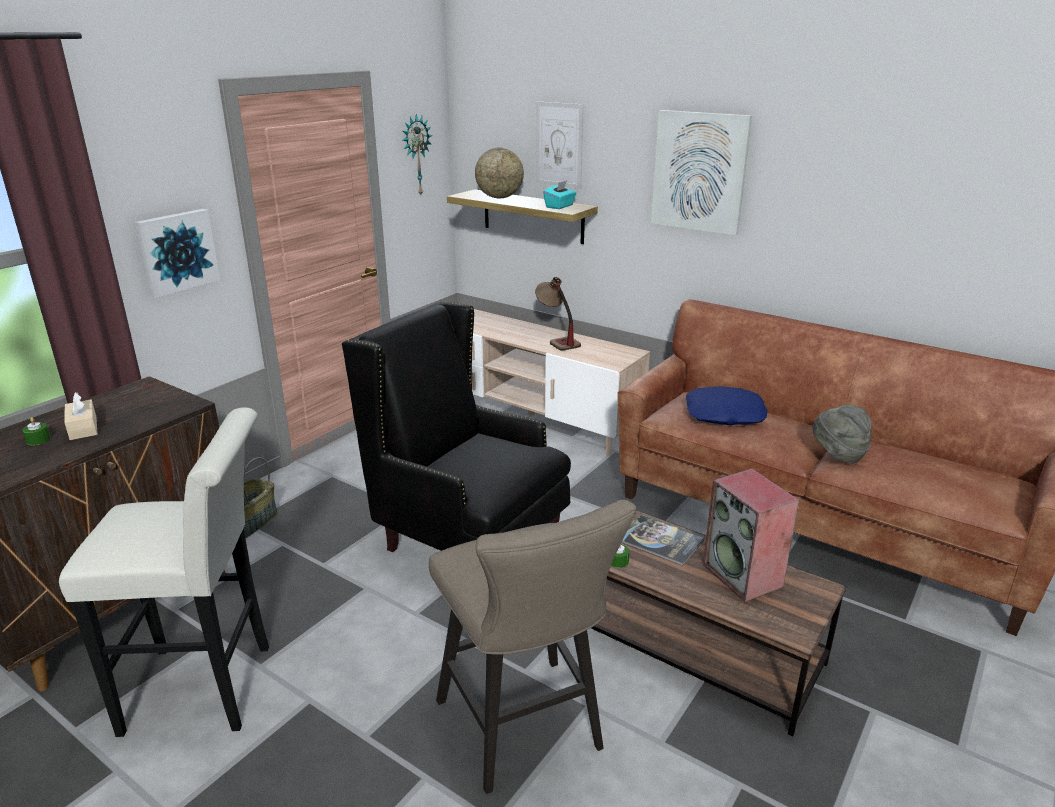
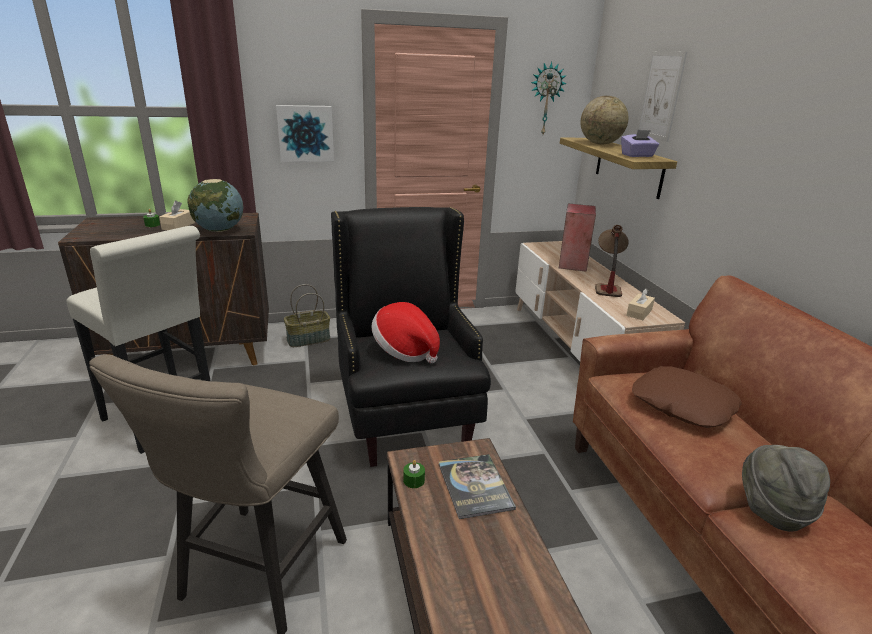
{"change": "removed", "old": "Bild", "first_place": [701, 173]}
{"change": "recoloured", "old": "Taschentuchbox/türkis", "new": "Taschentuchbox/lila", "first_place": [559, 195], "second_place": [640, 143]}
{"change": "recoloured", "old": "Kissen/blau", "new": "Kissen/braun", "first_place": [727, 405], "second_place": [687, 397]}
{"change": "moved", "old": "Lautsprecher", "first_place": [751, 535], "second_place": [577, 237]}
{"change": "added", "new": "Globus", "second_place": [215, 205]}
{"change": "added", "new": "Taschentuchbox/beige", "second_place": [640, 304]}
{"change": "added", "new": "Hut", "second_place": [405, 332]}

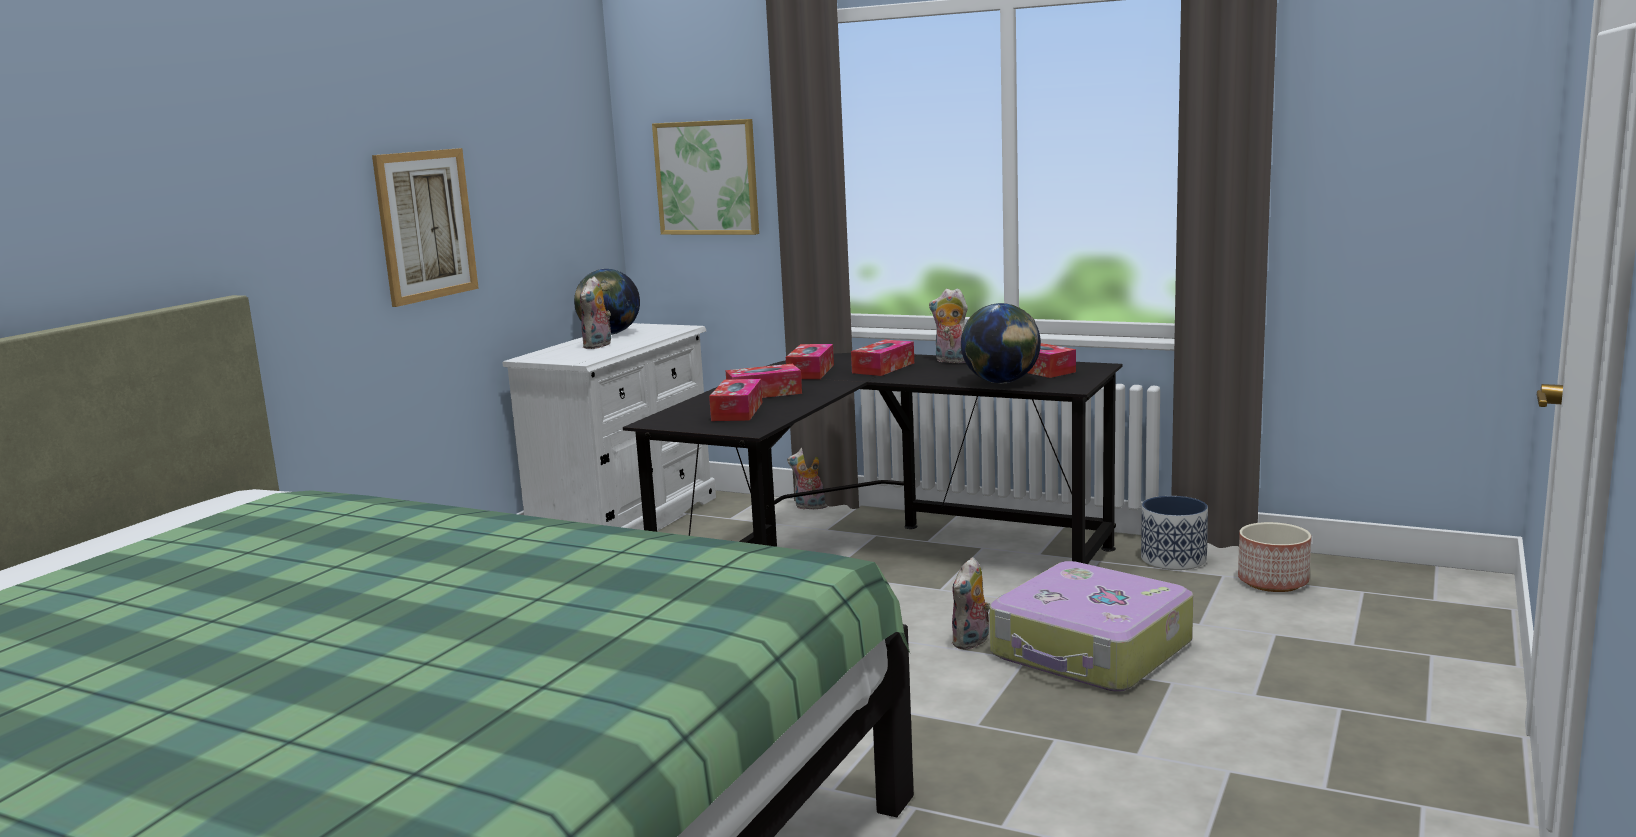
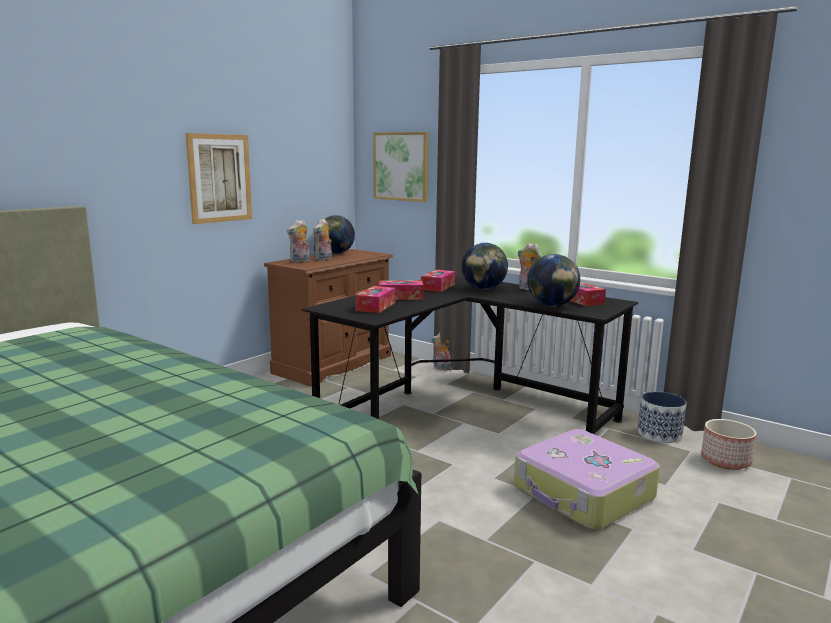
{"change": "recoloured", "old": "Kommode/weiß", "new": "Kommode/braun", "first_place": [609, 426], "second_place": [328, 318]}
{"change": "replaced", "old": "Taschentuchbox", "new": "Globus", "first_place": [882, 358], "second_place": [485, 266]}
{"change": "moved", "old": "Plüschtier", "first_place": [971, 603], "second_place": [298, 241]}

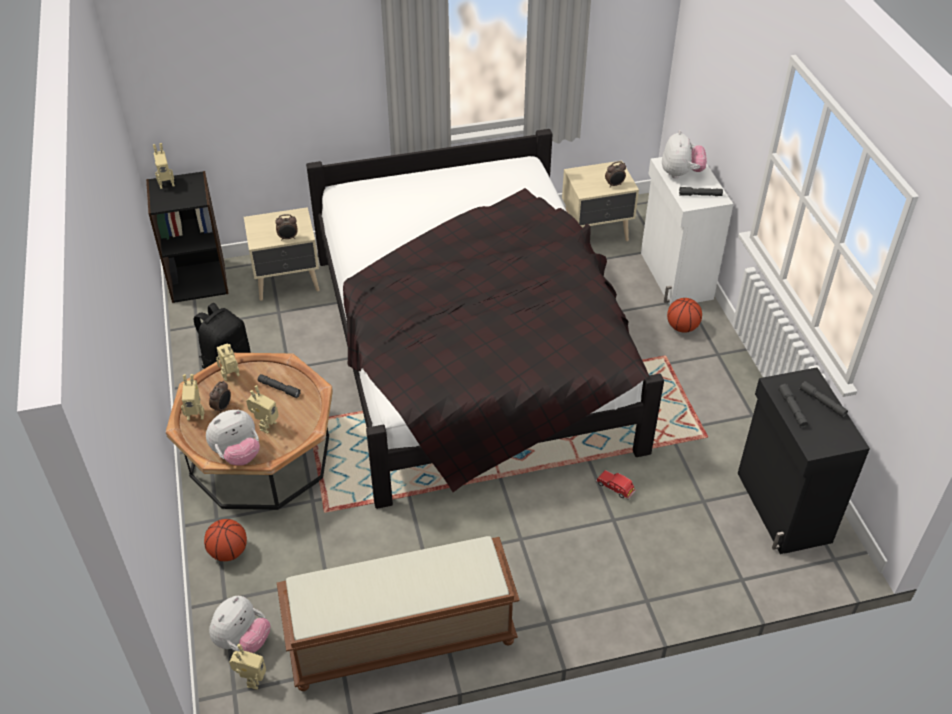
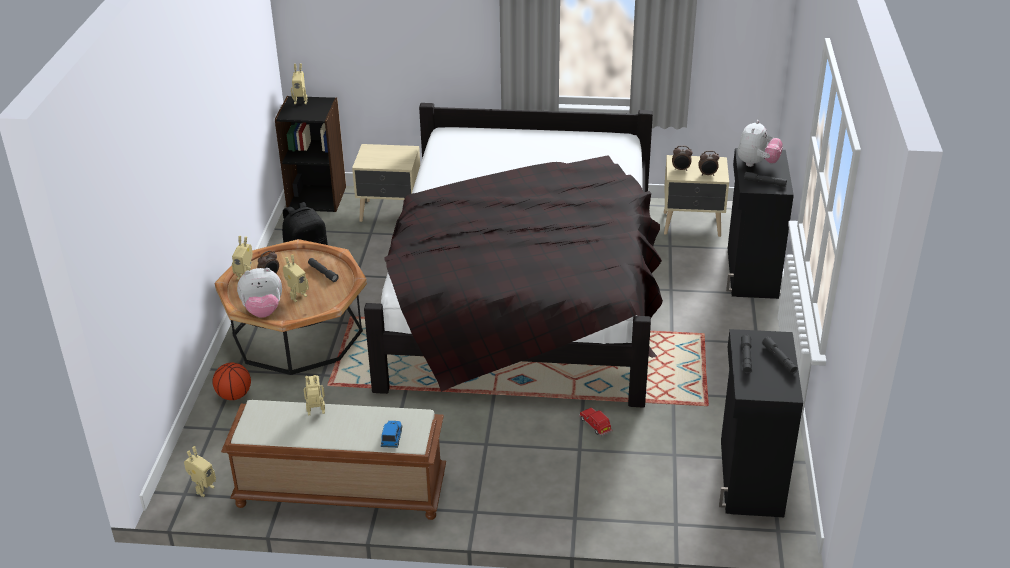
{"change": "recoloured", "old": "Schrank/weiß", "new": "Schrank/schwarz", "first_place": [687, 231], "second_place": [760, 223]}
{"change": "moved", "old": "Wecker", "first_place": [286, 226], "second_place": [682, 158]}
{"change": "removed", "old": "Basketball", "first_place": [684, 315]}
{"change": "moved", "old": "Spielzeugroboter", "first_place": [228, 362], "second_place": [314, 395]}
{"change": "removed", "old": "Plüschtier", "first_place": [239, 624]}
{"change": "added", "new": "Spielzeugauto", "second_place": [392, 434]}

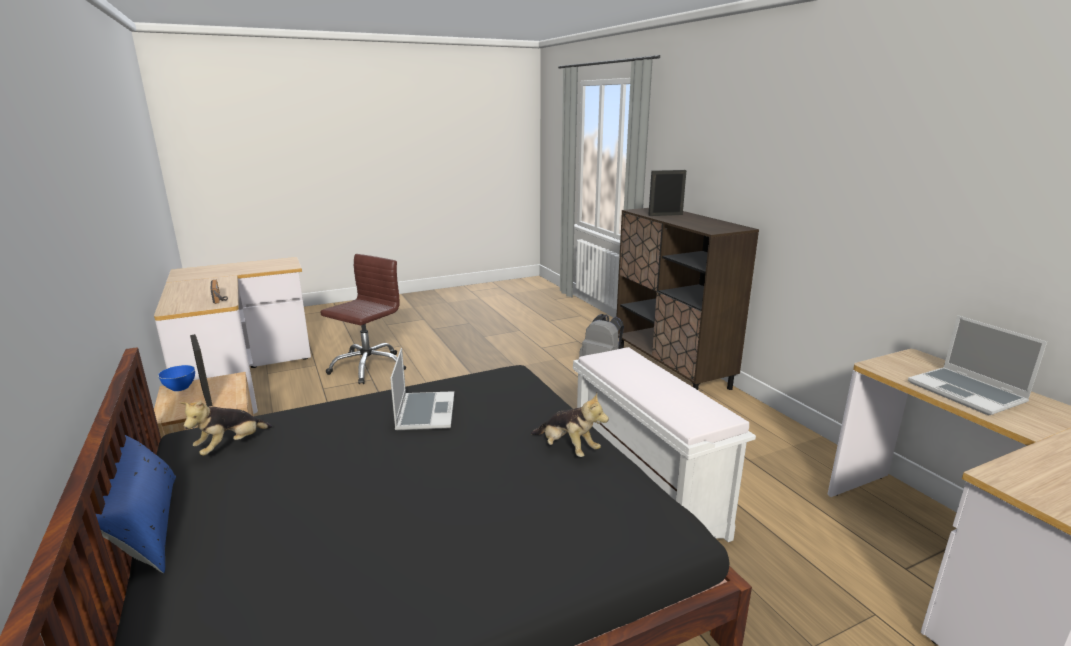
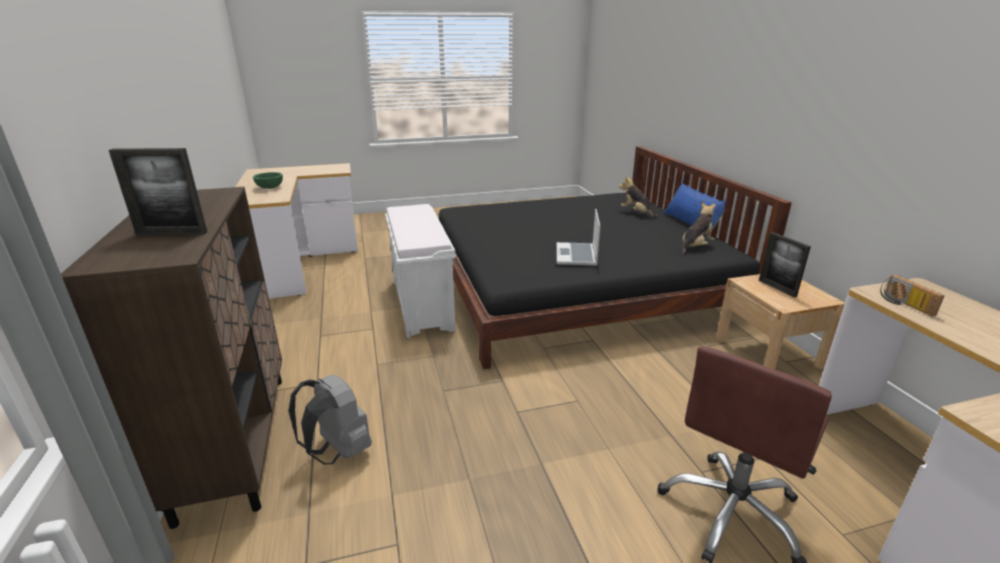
{"change": "replaced", "old": "Laptop", "new": "Schüssel/grün", "first_place": [977, 365], "second_place": [268, 180]}
{"change": "removed", "old": "Schüssel/blau", "first_place": [176, 378]}
{"change": "moved", "old": "Plüschtier", "first_place": [570, 425], "second_place": [639, 197]}

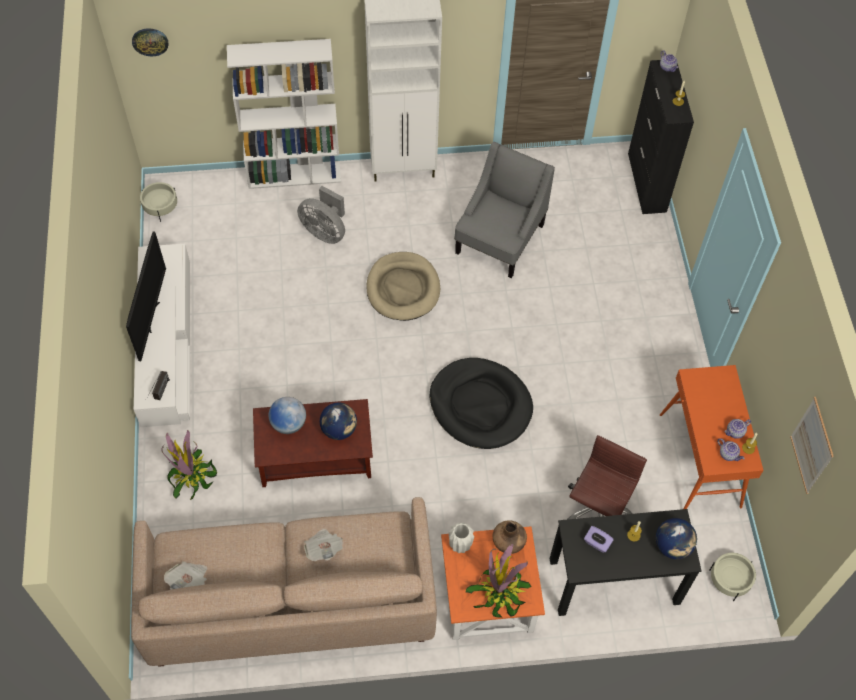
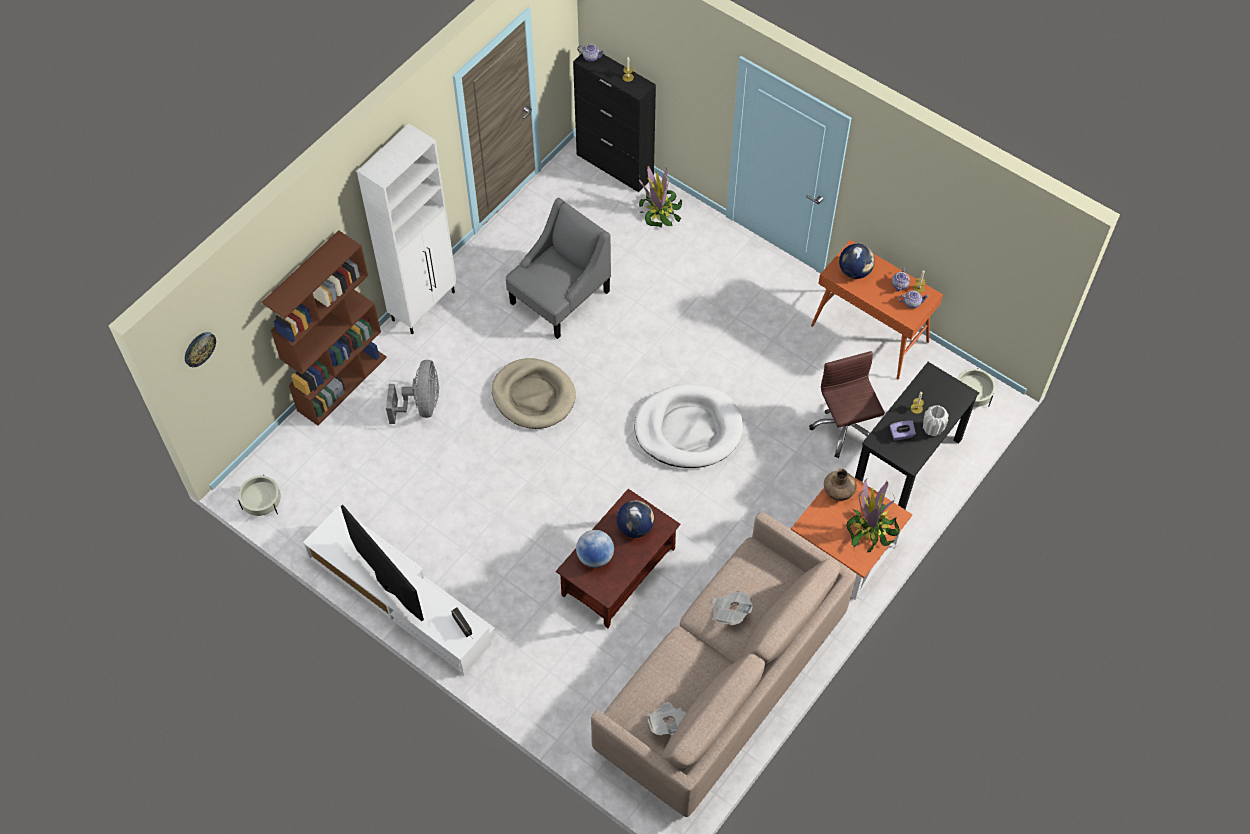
{"change": "recoloured", "old": "Bücherregal/weiß", "new": "Bücherregal/braun", "first_place": [284, 114], "second_place": [324, 328]}
{"change": "turned", "old": "Sessel/grau", "first_place": [505, 210], "second_place": [558, 268], "degrees": 60}
{"change": "turned", "old": "Ventilator/grau", "first_place": [321, 215], "second_place": [412, 392], "degrees": -75}
{"change": "recoloured", "old": "Hundebett/schwarz", "new": "Hundebett/weiß", "first_place": [481, 403], "second_place": [689, 426]}
{"change": "removed", "old": "Bild", "first_place": [812, 445]}
{"change": "moved", "old": "Topfpflanze", "first_place": [189, 465], "second_place": [660, 196]}
{"change": "moved", "old": "Globus", "first_place": [676, 538], "second_place": [857, 261]}
{"change": "moved", "old": "Vase/weiß", "first_place": [461, 537], "second_place": [936, 420]}

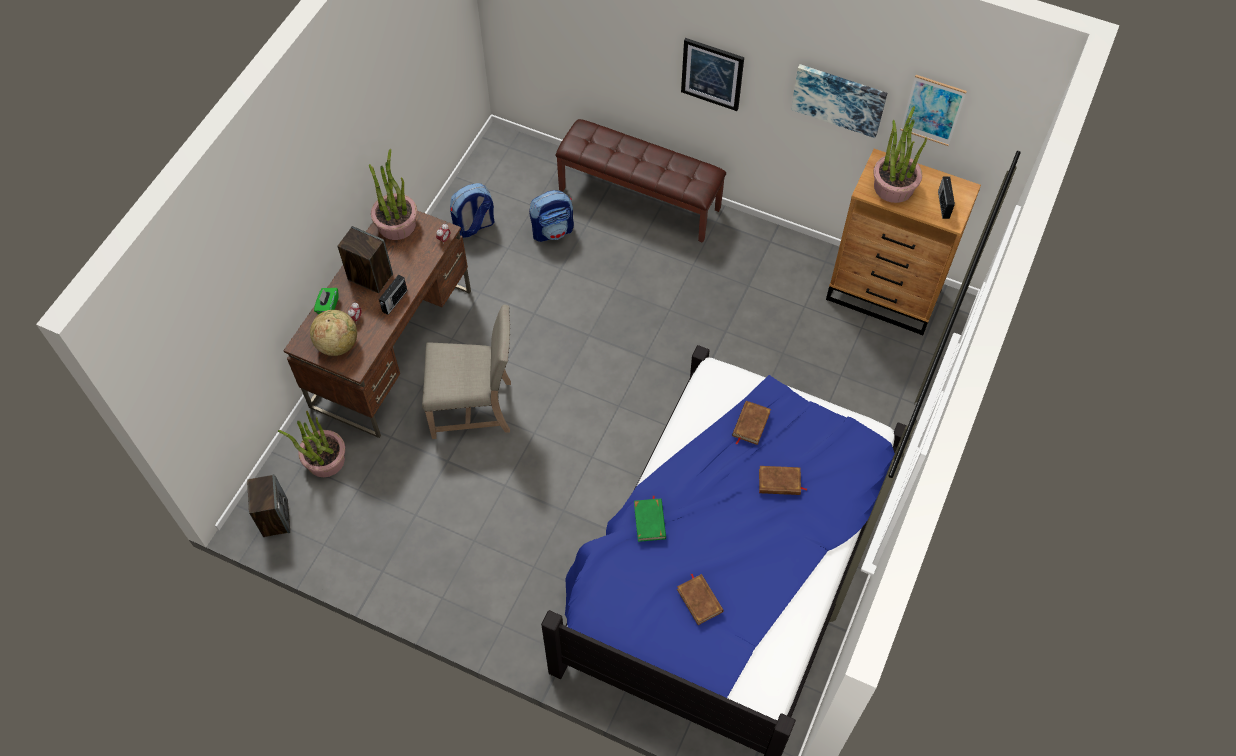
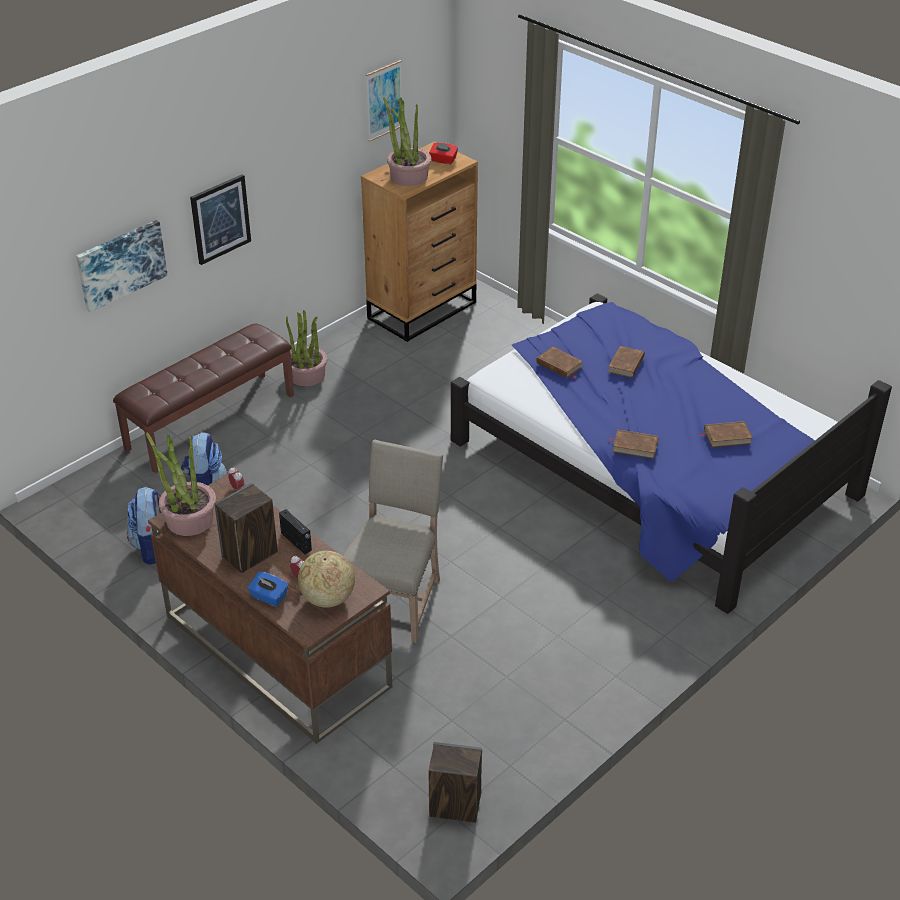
{"change": "moved", "old": "Bild", "first_place": [839, 101], "second_place": [122, 266]}
{"change": "replaced", "old": "Radio", "new": "Taschentuchbox/rot", "first_place": [946, 198], "second_place": [443, 153]}
{"change": "recoloured", "old": "Taschentuchbox/grün", "new": "Taschentuchbox/blau", "first_place": [326, 301], "second_place": [268, 589]}
{"change": "moved", "old": "Topfpflanze", "first_place": [311, 444], "second_place": [306, 348]}
{"change": "recoloured", "old": "Buch/grün", "new": "Buch/braun", "first_place": [650, 519], "second_place": [633, 444]}

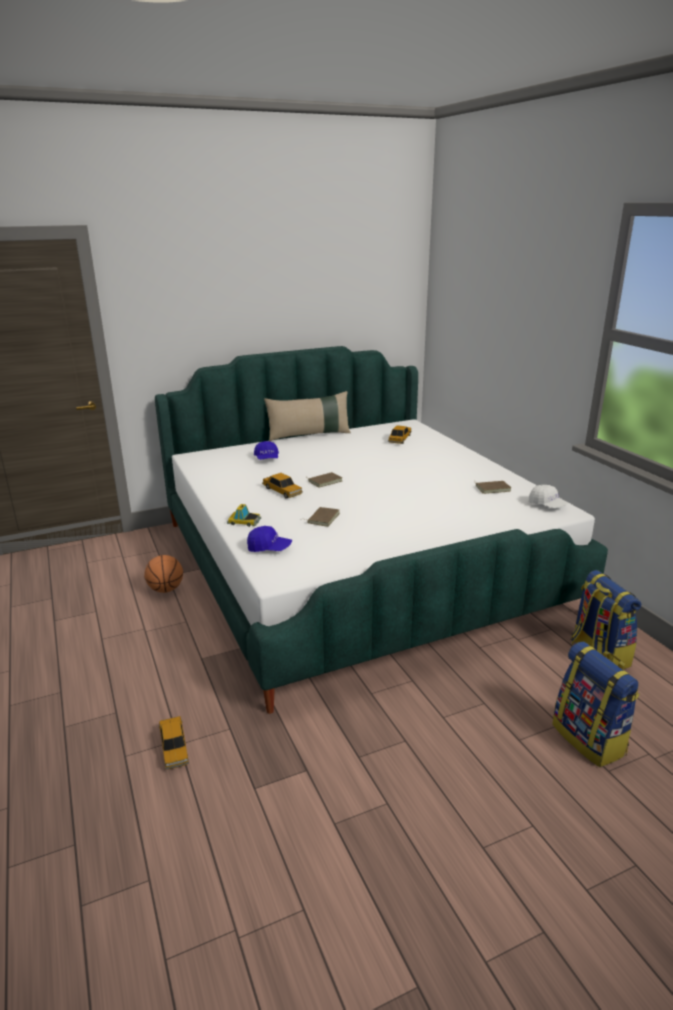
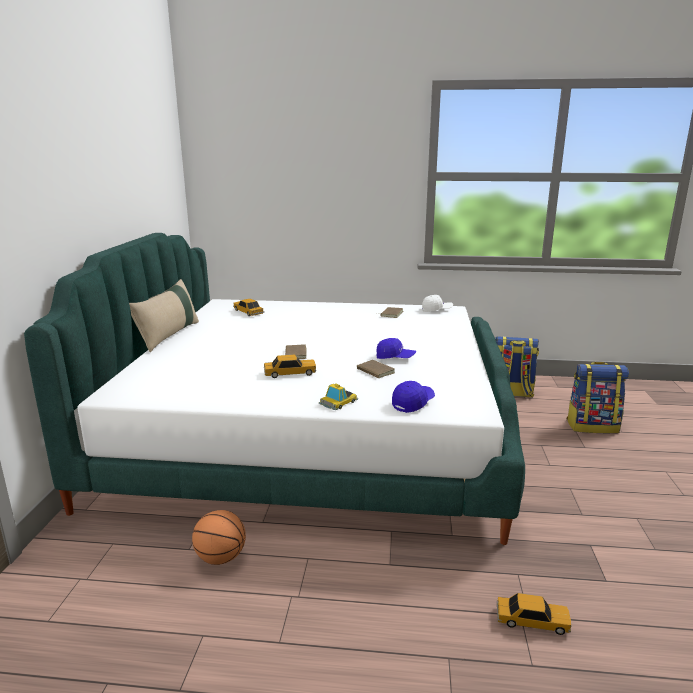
{"change": "moved", "old": "Kappe/blau", "first_place": [266, 450], "second_place": [396, 348]}

